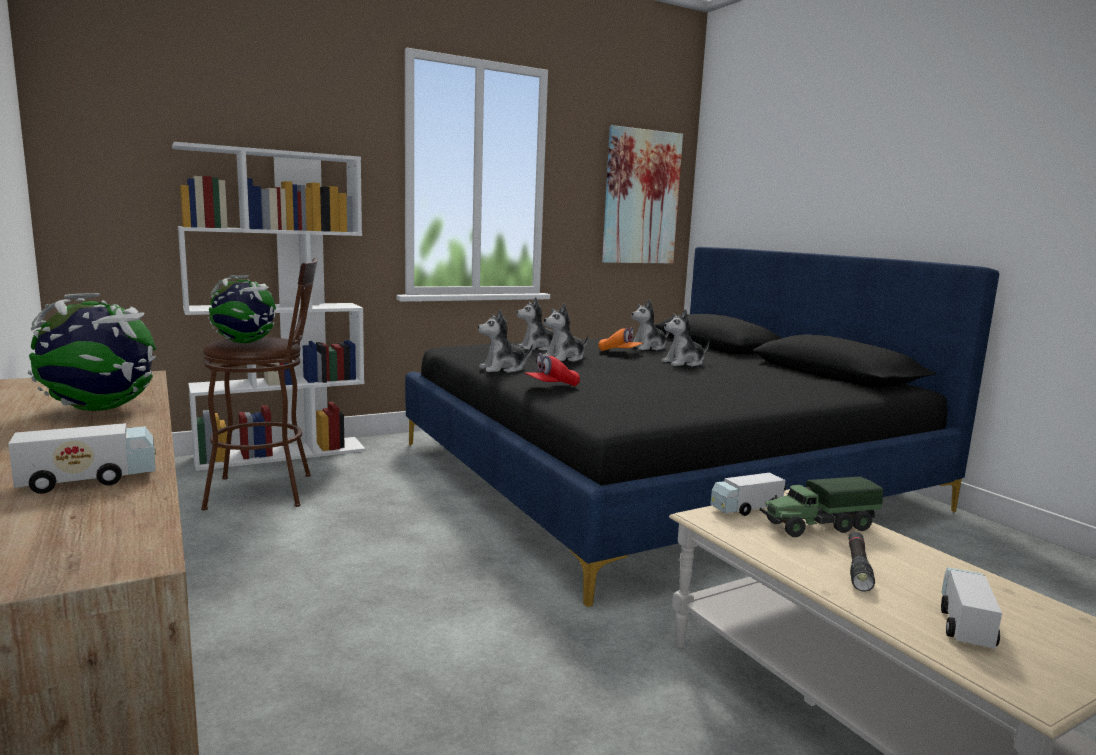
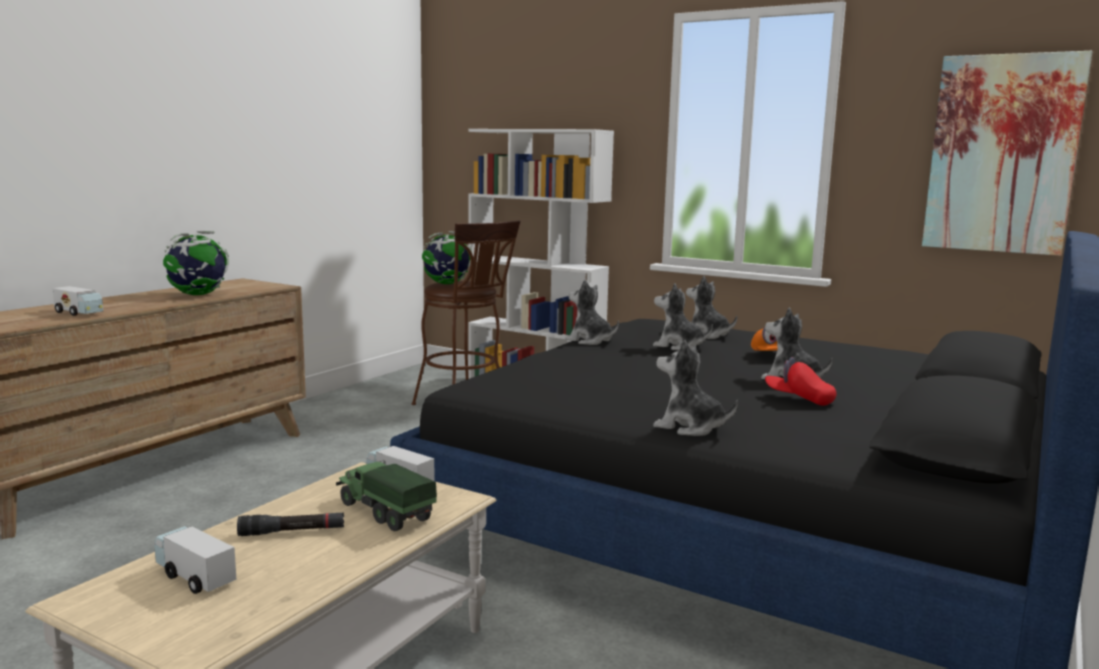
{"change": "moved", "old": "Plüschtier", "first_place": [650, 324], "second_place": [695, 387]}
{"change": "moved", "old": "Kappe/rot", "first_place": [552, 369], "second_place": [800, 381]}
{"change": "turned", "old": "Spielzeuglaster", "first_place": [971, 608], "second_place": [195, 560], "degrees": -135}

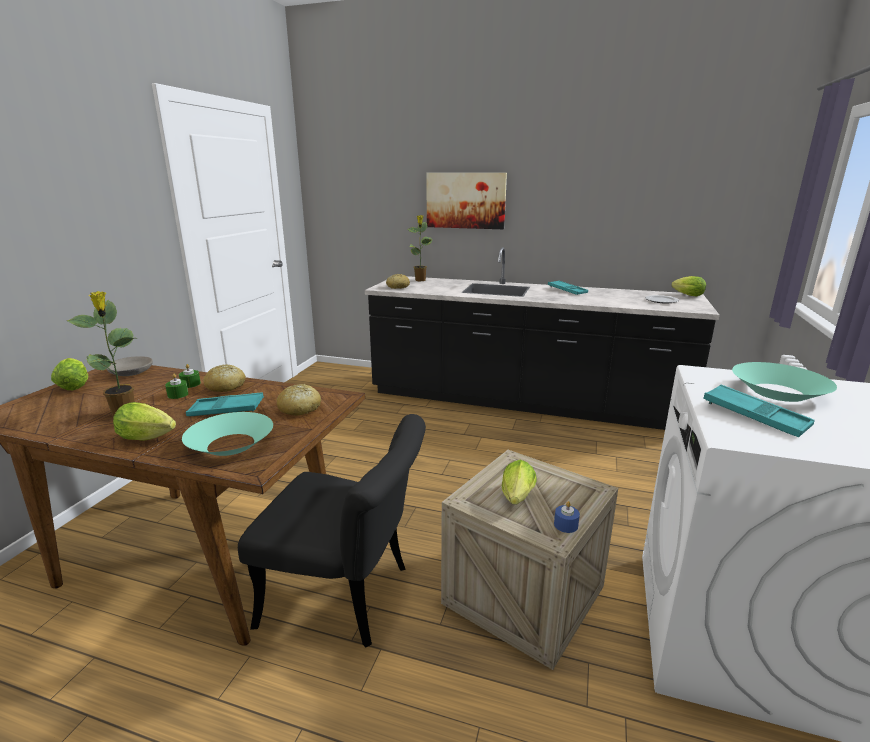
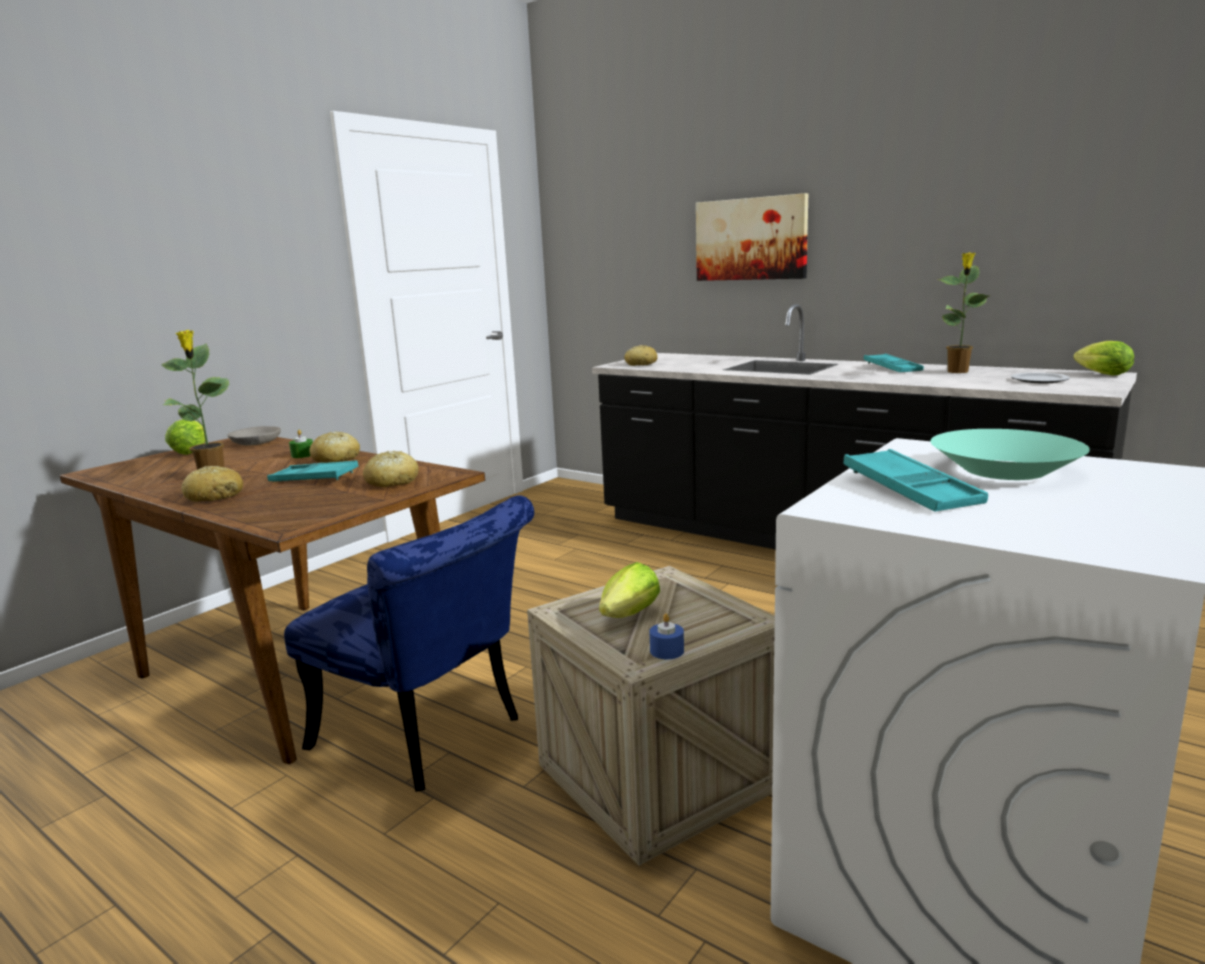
{"change": "moved", "old": "Topfpflanze", "first_place": [420, 248], "second_place": [964, 312]}
{"change": "removed", "old": "Kerze/grün", "first_place": [177, 386]}
{"change": "replaced", "old": "Salatkopf", "new": "Brot", "first_place": [144, 421], "second_place": [212, 484]}
{"change": "removed", "old": "Schüssel/türkis", "first_place": [227, 434]}
{"change": "recoloured", "old": "Stuhl/schwarz", "new": "Stuhl/blau", "first_place": [332, 531], "second_place": [409, 643]}

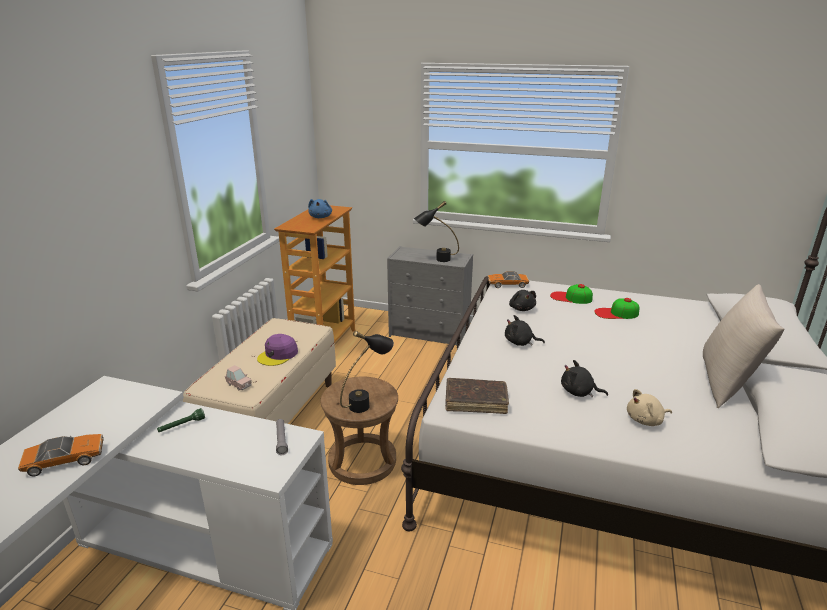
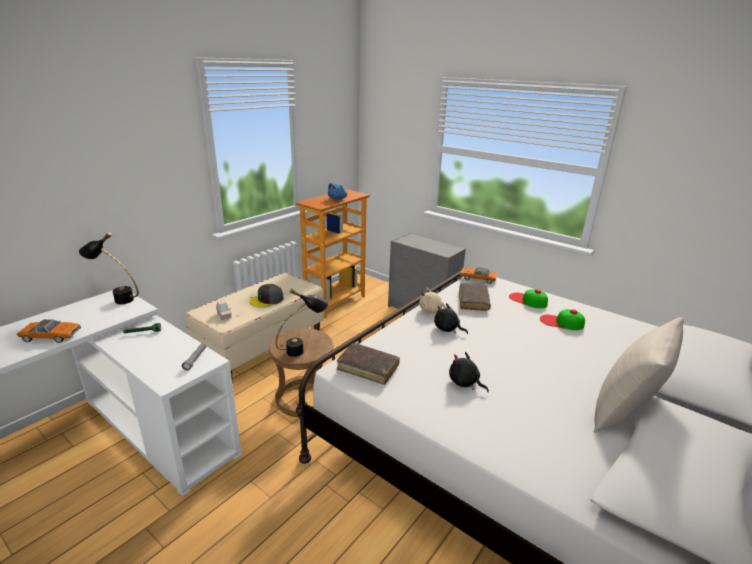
{"change": "moved", "old": "Tischlampe/schwarz", "first_place": [436, 231], "second_place": [109, 268]}
{"change": "replaced", "old": "Plüschtier/schwarz", "new": "Buch/braun", "first_place": [522, 300], "second_place": [475, 296]}
{"change": "recoloured", "old": "Kappe/lila", "new": "Kappe/grau", "first_place": [277, 350], "second_place": [267, 295]}
{"change": "moved", "old": "Plüschtier/beige", "first_place": [649, 407], "second_place": [436, 301]}

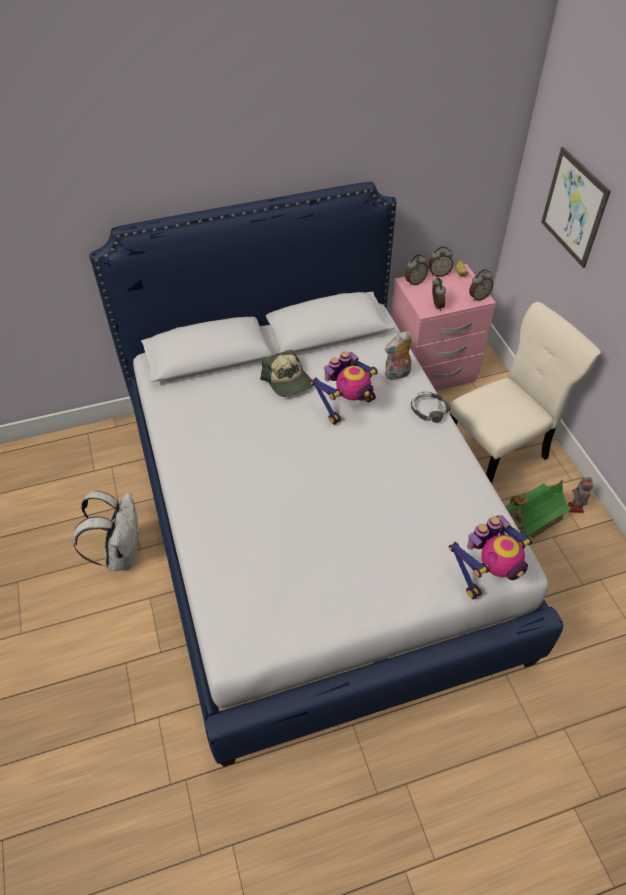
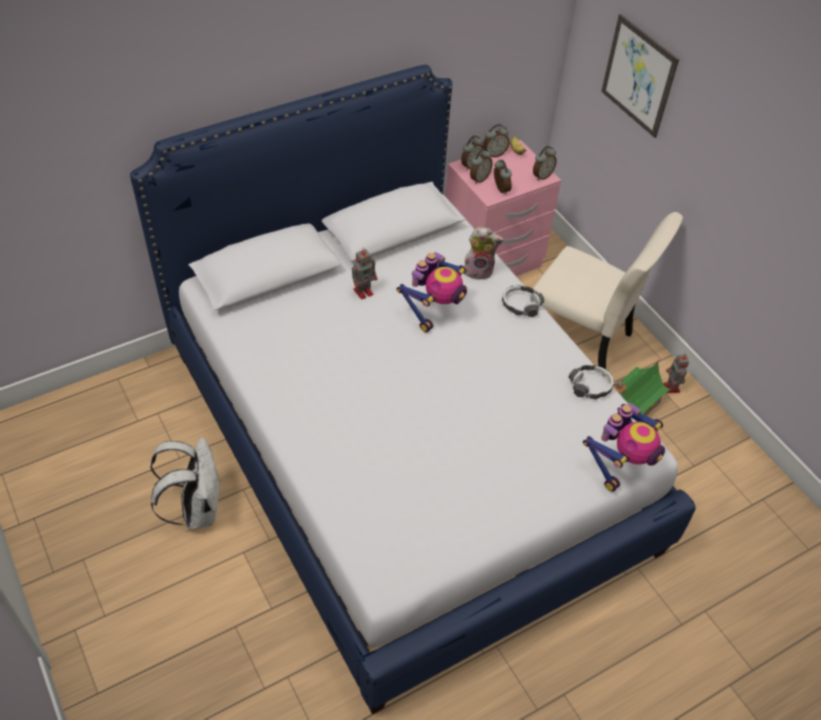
{"change": "turned", "old": "Stuhl/beige", "first_place": [524, 393], "second_place": [607, 294], "degrees": 75}
{"change": "turned", "old": "Plüschtier", "first_place": [398, 355], "second_place": [484, 253], "degrees": -135}
{"change": "replaced", "old": "Kappe", "new": "Spielzeugroboter", "first_place": [286, 373], "second_place": [364, 274]}
{"change": "added", "new": "Wecker", "second_place": [481, 166]}
{"change": "added", "new": "Kopfhörer", "second_place": [591, 382]}

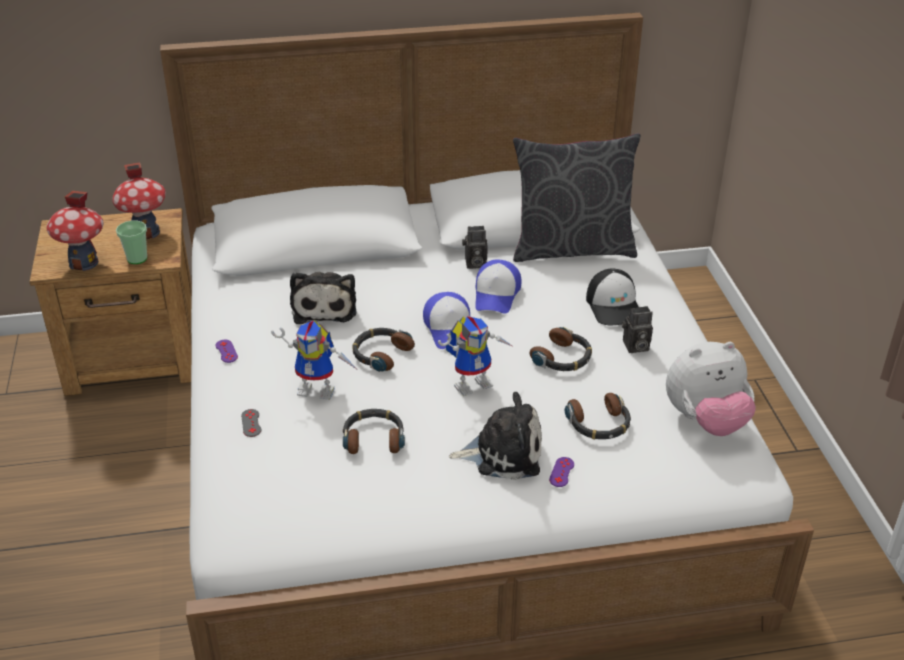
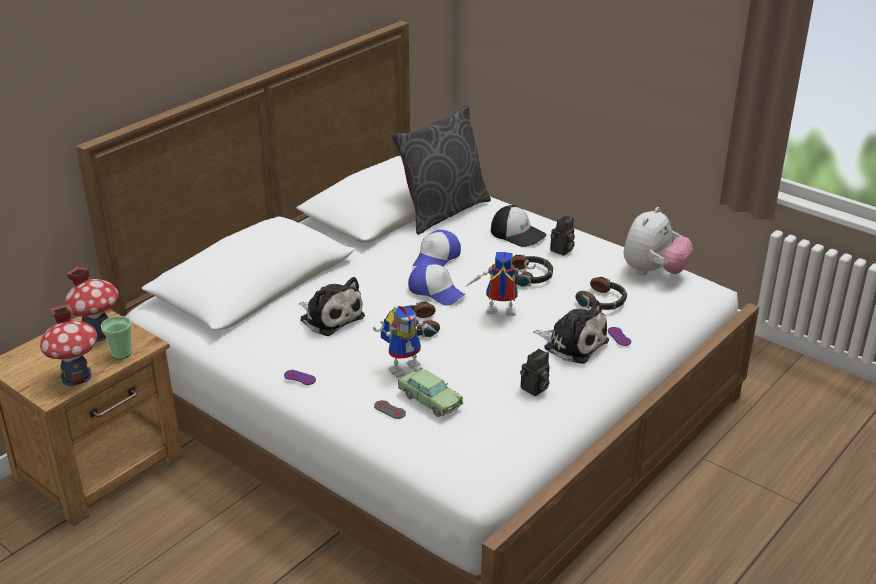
{"change": "moved", "old": "Kamera", "first_place": [475, 247], "second_place": [535, 372]}
{"change": "turned", "old": "Kappe", "first_place": [498, 287], "second_place": [437, 248], "degrees": 60}
{"change": "turned", "old": "Spielzeugroboter", "first_place": [475, 356], "second_place": [500, 284], "degrees": -105}
{"change": "turned", "old": "Plüschtier", "first_place": [495, 436], "second_place": [571, 332], "degrees": 75}
{"change": "removed", "old": "Kopfhörer", "first_place": [374, 431]}
{"change": "added", "new": "Spielzeugauto", "second_place": [430, 393]}

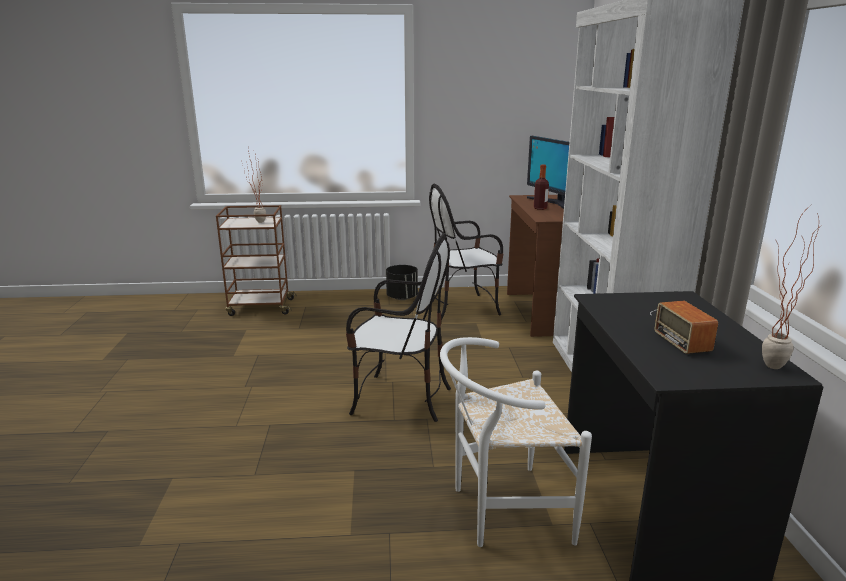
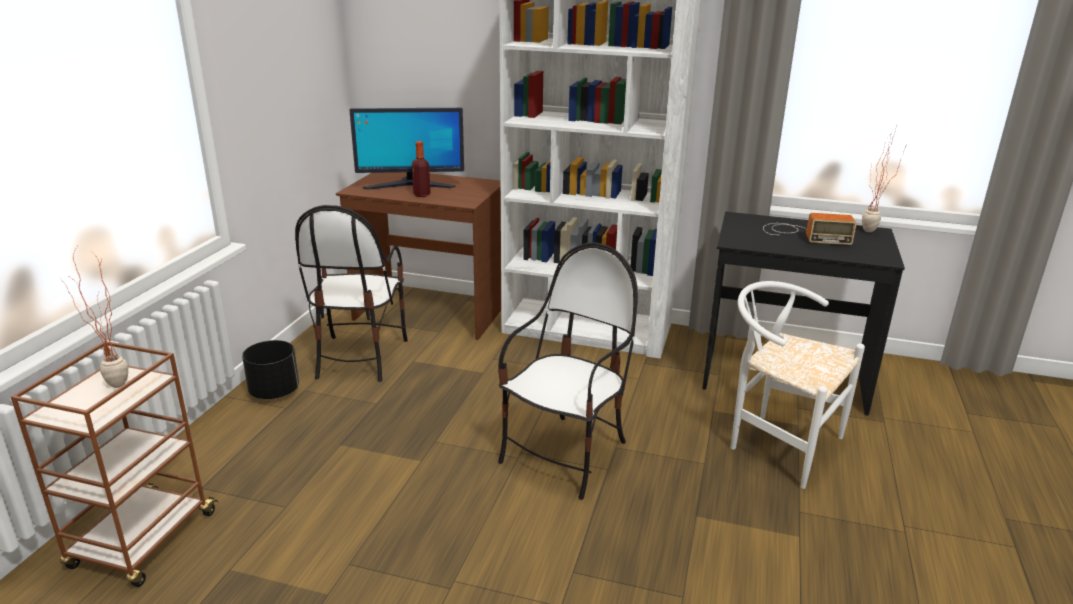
{"change": "turned", "old": "Stuhl/weiß", "first_place": [516, 442], "second_place": [798, 385], "degrees": 120}

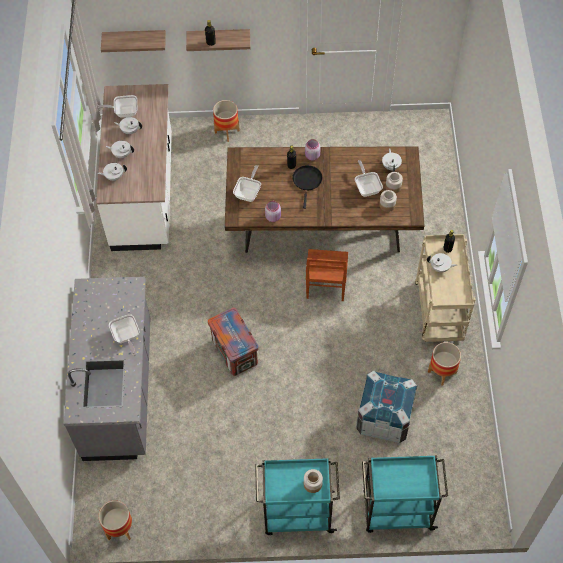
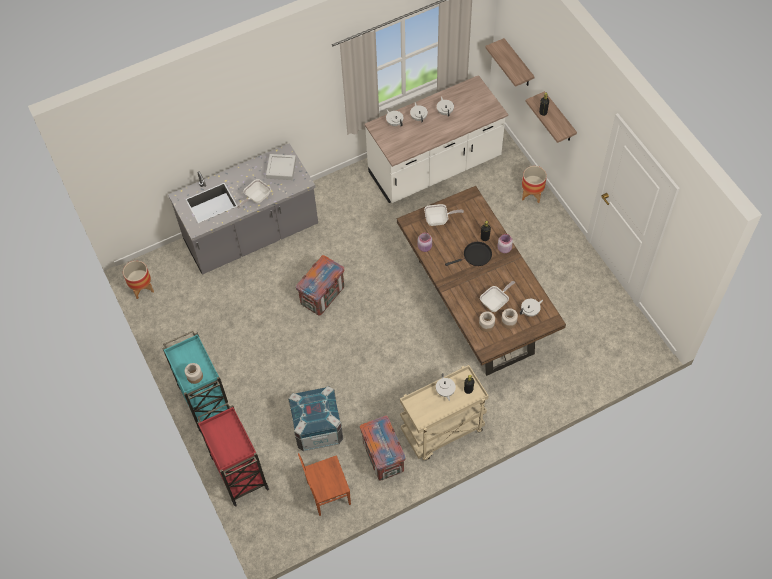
{"change": "removed", "old": "Pfanne", "first_place": [117, 106]}
{"change": "moved", "old": "Stuhl/braun", "first_place": [327, 275], "second_place": [324, 484]}
{"change": "replaced", "old": "Pflanzkübel", "new": "Kiste", "first_place": [444, 364], "second_place": [382, 448]}
{"change": "recoloured", "old": "Rollwagen/türkis", "new": "Rollwagen/rot", "first_place": [405, 494], "second_place": [233, 455]}
{"change": "added", "new": "Tablett/grau", "second_place": [281, 167]}

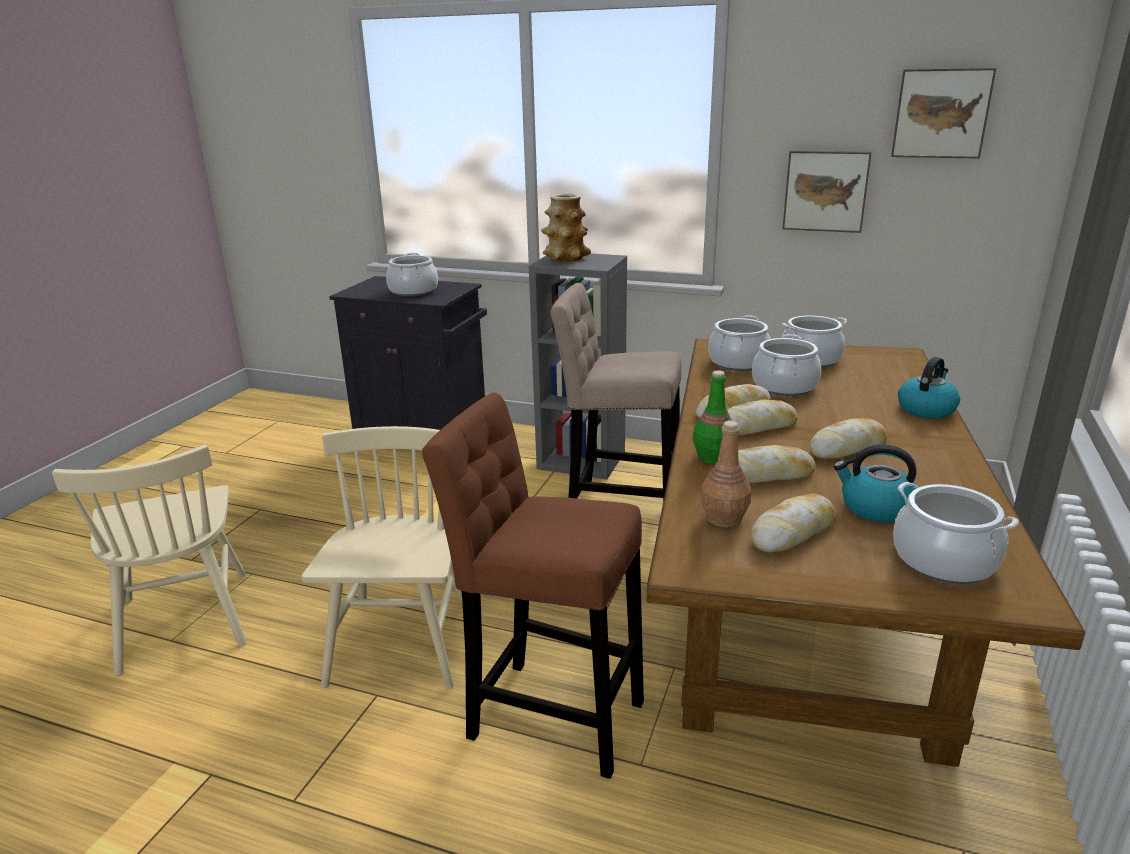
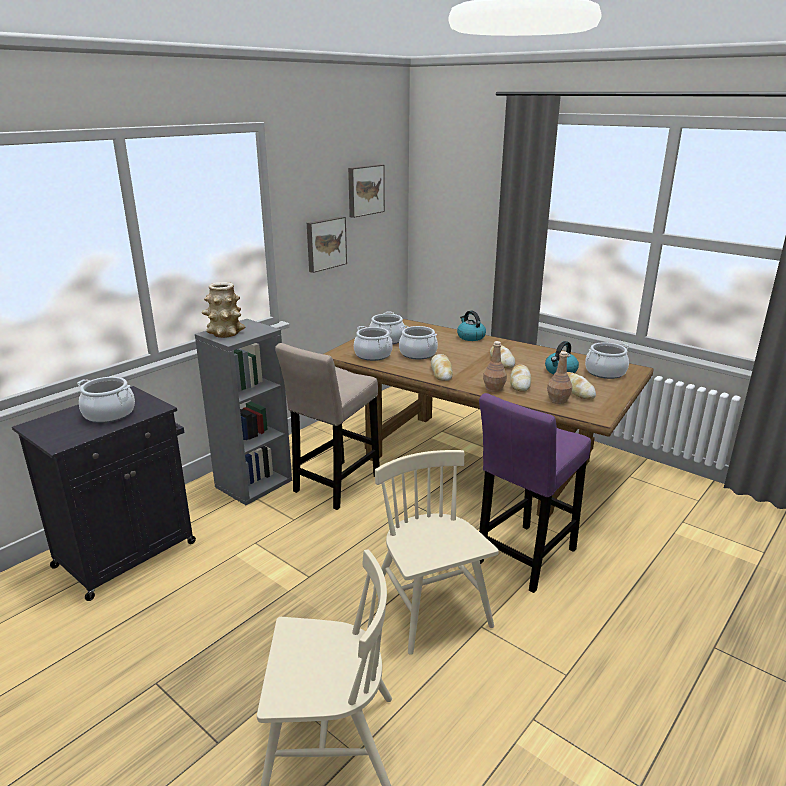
{"change": "recoloured", "old": "Flasche/grün", "new": "Flasche/braun", "first_place": [712, 417], "second_place": [495, 366]}
{"change": "recoloured", "old": "Hocker/braun", "new": "Hocker/lila", "first_place": [533, 585], "second_place": [535, 493]}
{"change": "removed", "old": "Brot", "first_place": [762, 417]}
{"change": "turned", "old": "Stuhl/beige", "first_place": [382, 557], "second_place": [436, 552], "degrees": 45}

